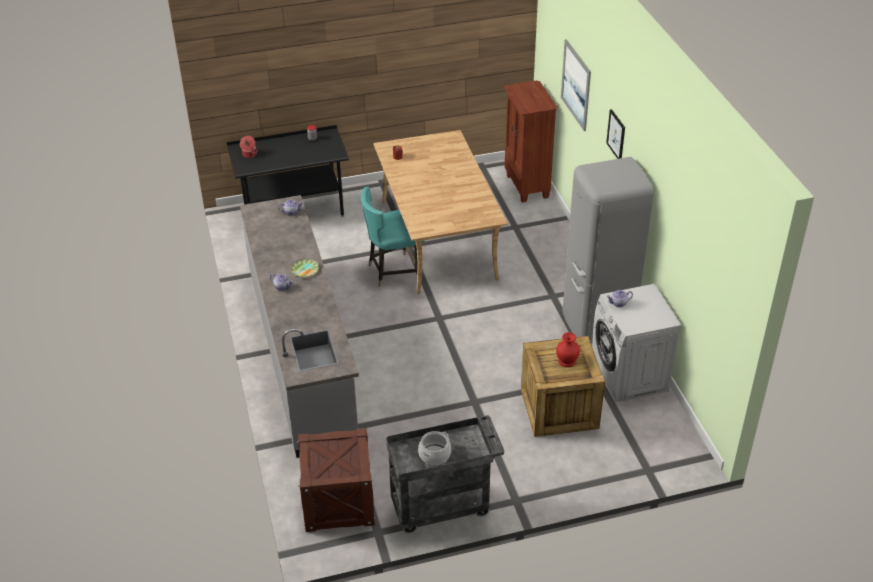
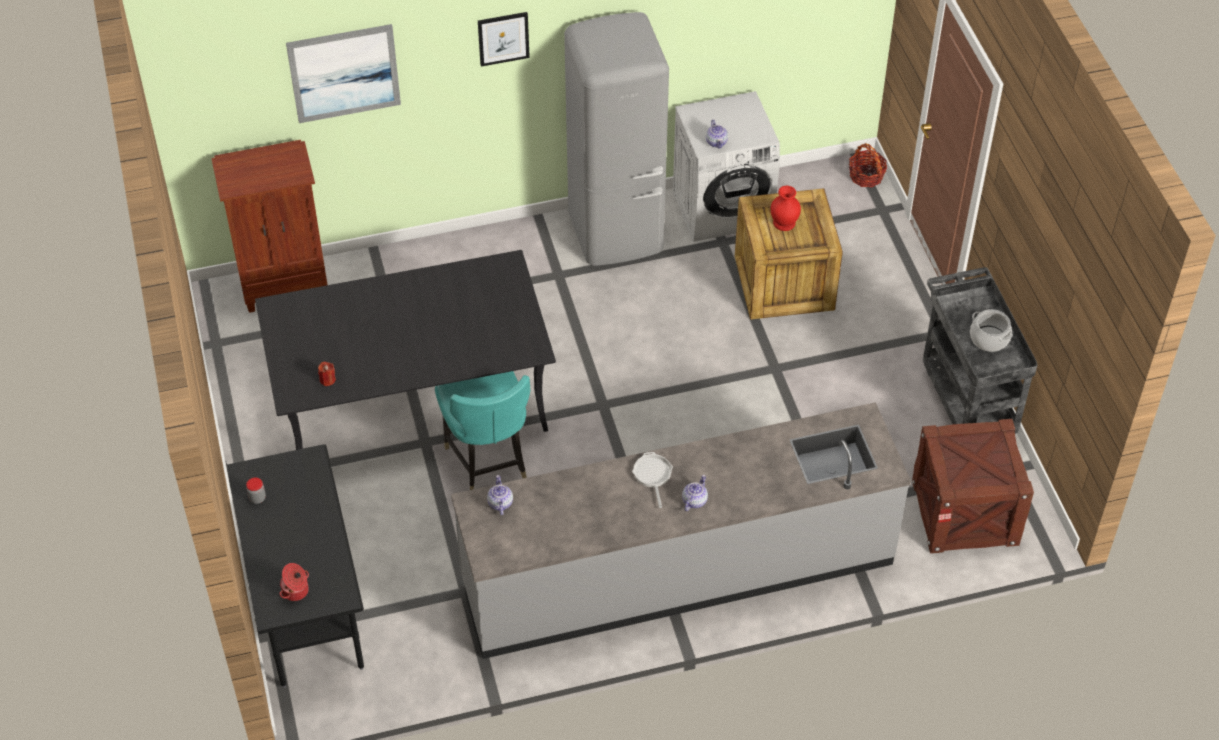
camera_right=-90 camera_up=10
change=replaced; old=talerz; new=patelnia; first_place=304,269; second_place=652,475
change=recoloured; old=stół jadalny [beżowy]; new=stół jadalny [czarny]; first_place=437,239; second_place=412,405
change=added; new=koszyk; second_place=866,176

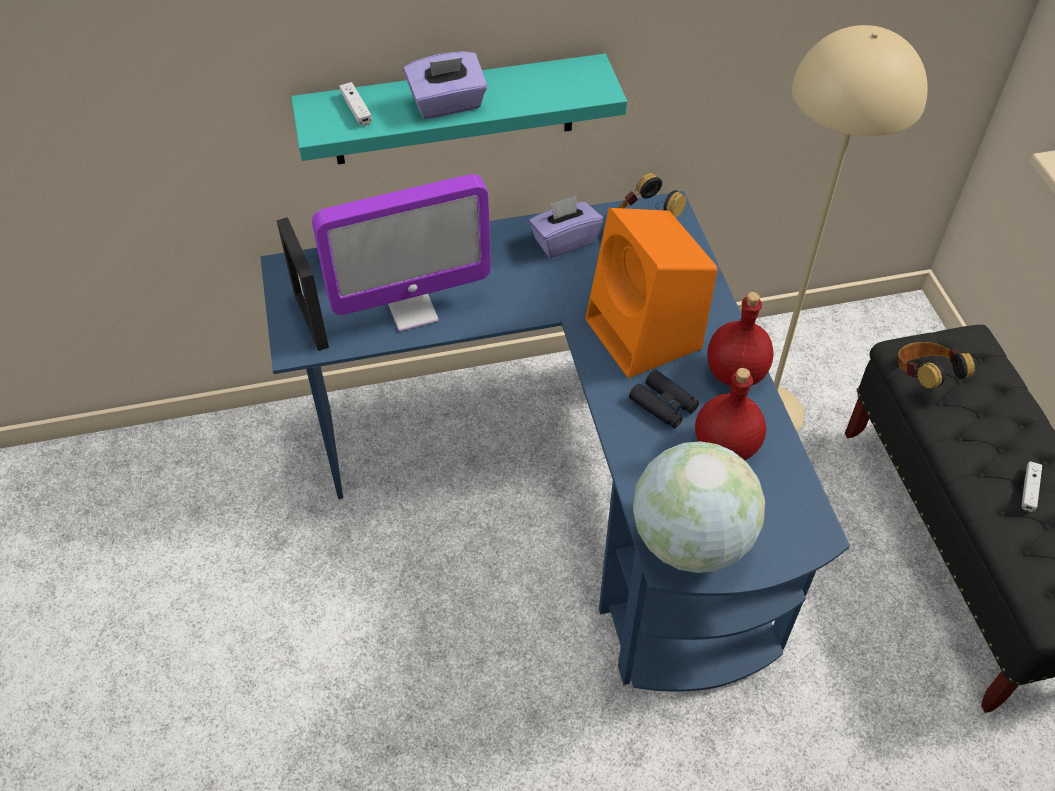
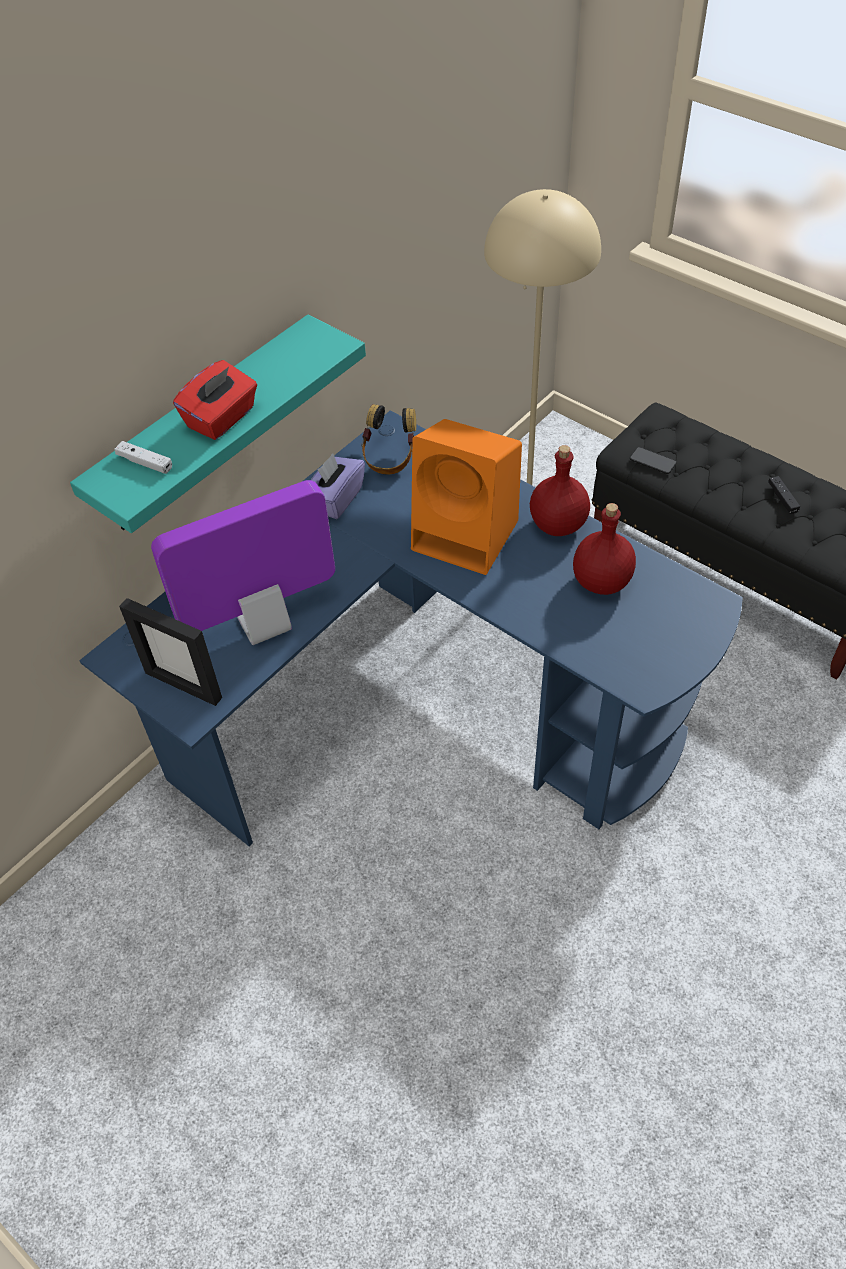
camera_right=-35 camera_up=0
change=turned; old=monitor; first_place=412,310; second_place=264,625; degrees=-150
change=recoloured; old=pudełko chusteczek [fioletowy]; new=pudełko chusteczek [czerwony]; first_place=447,105; second_place=222,418
change=removed; old=lornetka [czarny]; first_place=663,405
change=removed; old=globus; first_place=691,540
change=replaced; old=słuchawki; new=telefon; first_place=924,377; second_place=652,461
change=recoloured; old=pad do gier [biały]; new=pad do gier [czarny]; first_place=1029,490; second_place=782,498

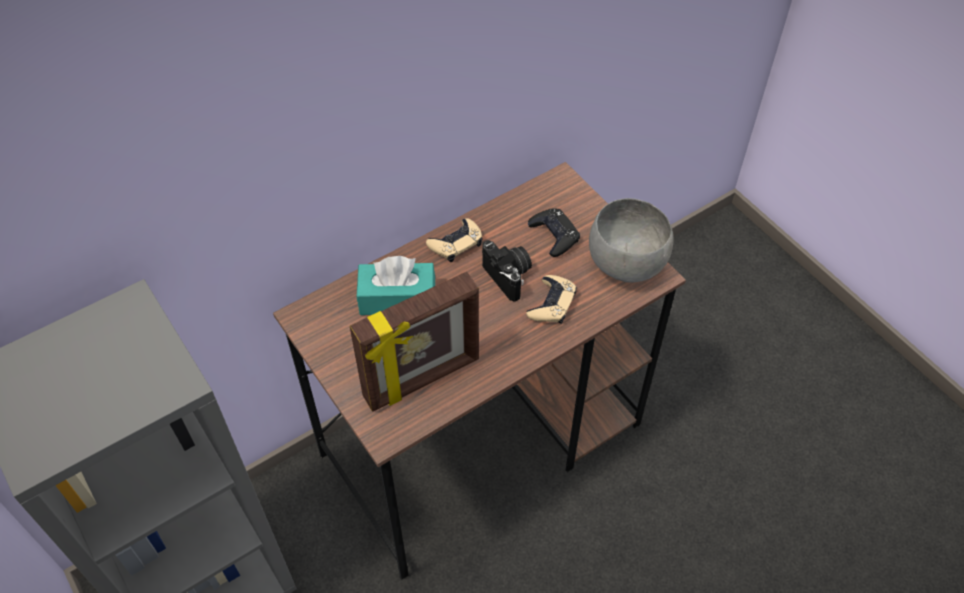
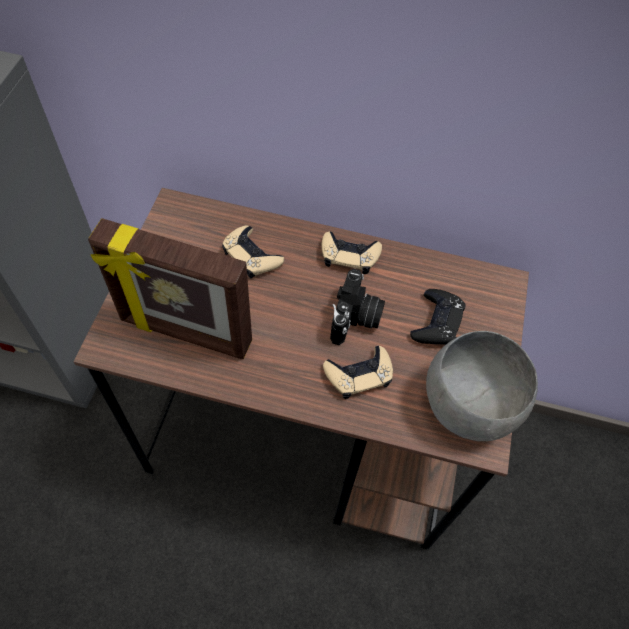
camera_right=45 camera_up=5
change=replaced; old=pudełko chusteczek [turkusowy]; new=pad do gier [beżowy]; first_place=397,298; second_place=251,256

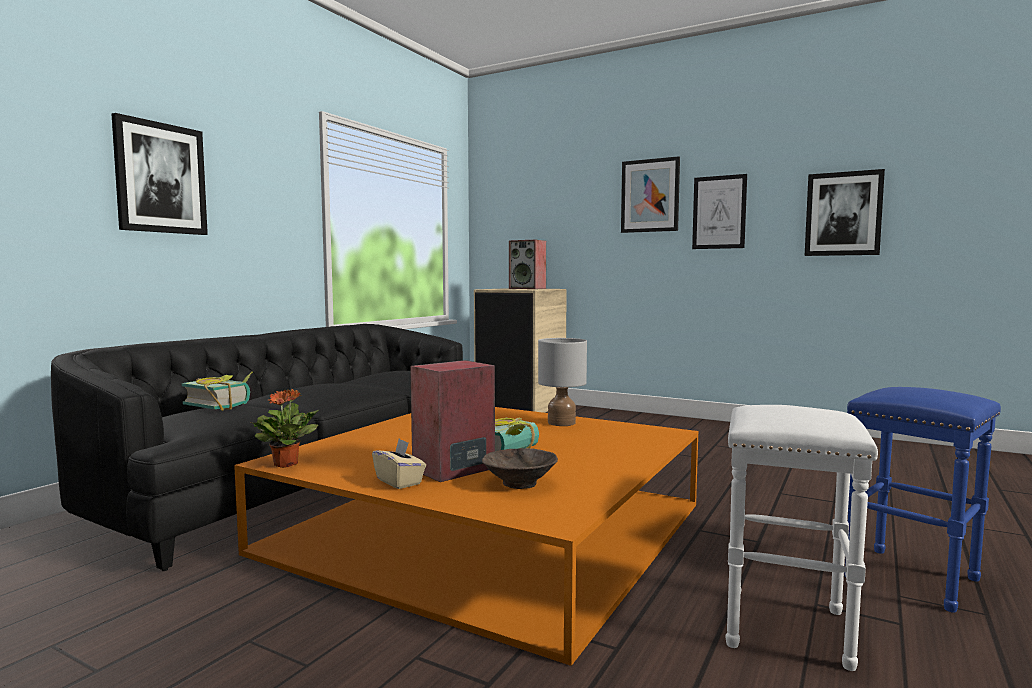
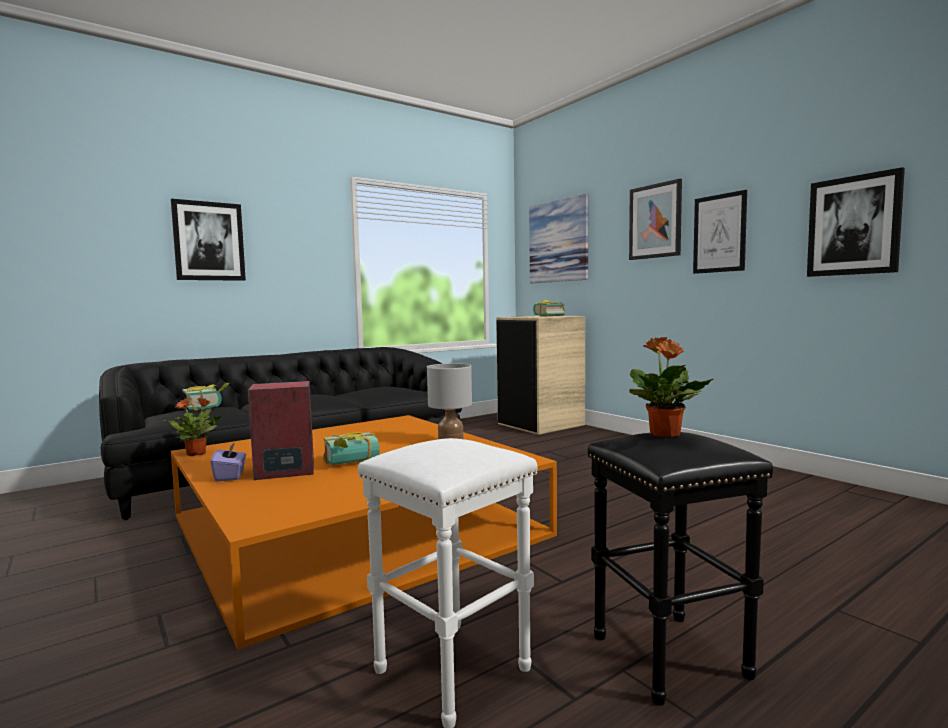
camera_right=25 camera_up=0
change=recoloured; old=pudełko chusteczek [beżowy]; new=pudełko chusteczek [fioletowy]; first_place=399,481; second_place=230,476
change=removed; old=miska [brązowy]; first_place=521,483
change=replaced; old=głośnik; new=książka; first_place=528,288; second_place=547,316
change=recoloured; old=stołek [niebieski]; new=stołek [czarny]; first_place=908,578; second_place=665,654
change=added; new=obraz; second_place=558,241
change=added; new=roślina doniczkowa; second_place=665,434

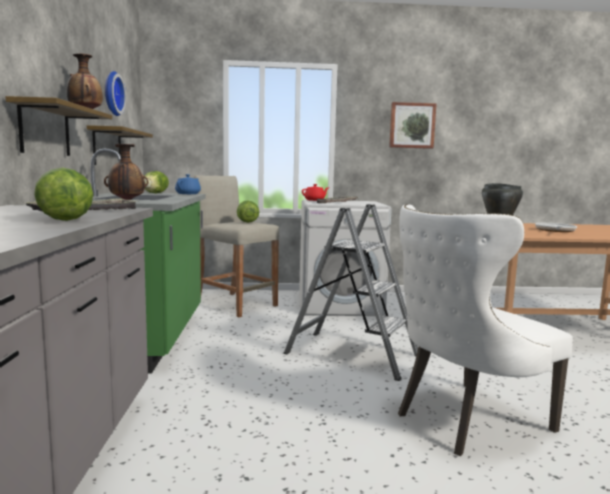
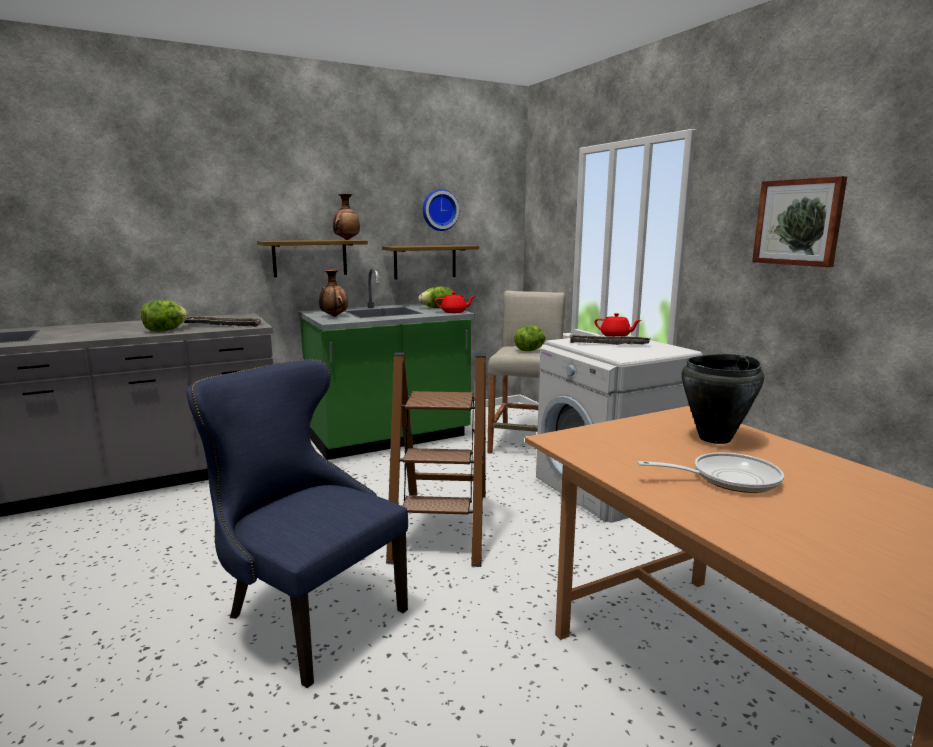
camera_right=65 camera_up=5
change=recoloured; old=imbryk [niebieski]; new=imbryk [czerwony]; first_place=188,194; second_place=454,312
change=recoloured; old=drabinka [szary]; new=drabinka [brązowy]; first_place=350,353; second_place=441,524
change=recoloured; old=krzesło [biały]; new=krzesło [niebieski]; first_place=465,420; second_place=308,615

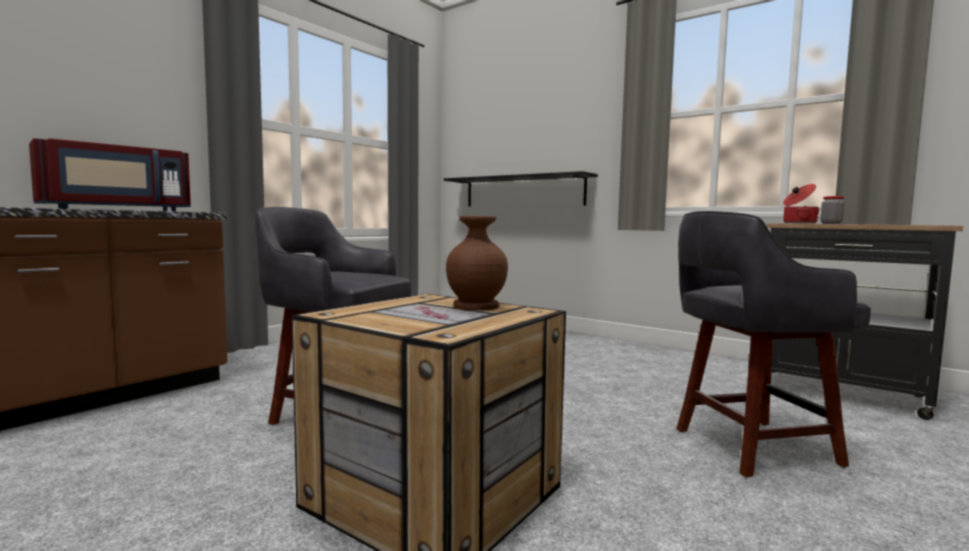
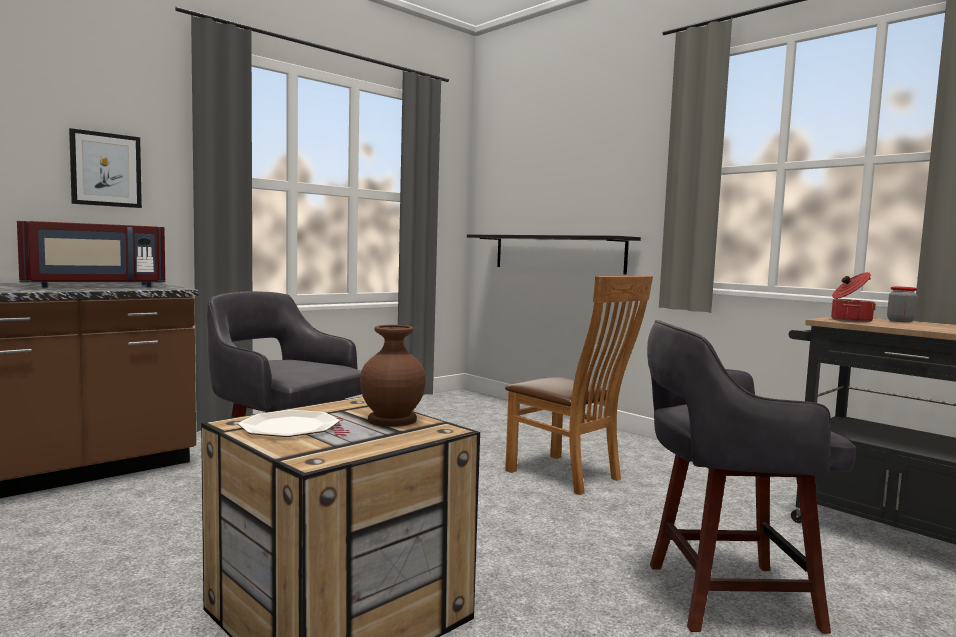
camera_right=10 camera_up=0
change=added; new=obraz; second_place=106,169
change=added; new=talerz; second_place=290,426
change=added; new=krzesło [brązowy]; second_place=569,476

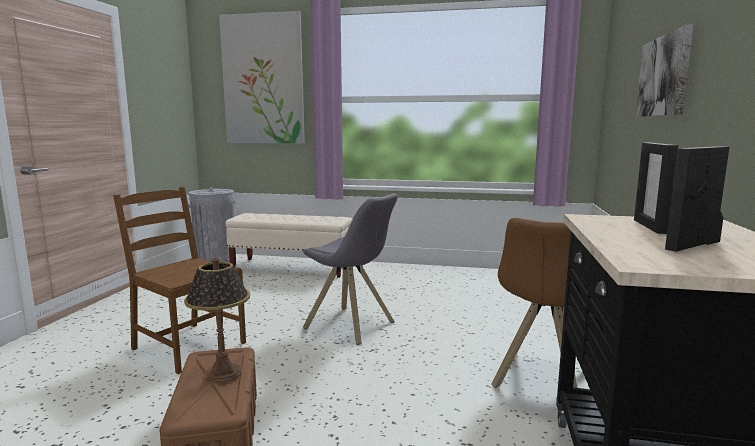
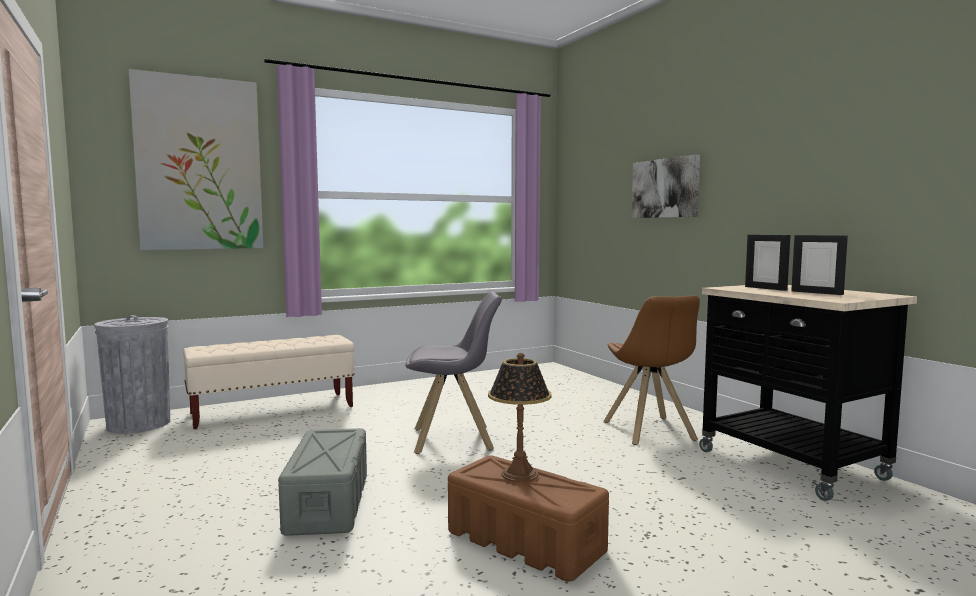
camera_right=-40 camera_up=-5
change=replaced; old=krzesło [brązowy]; new=pojemnik do przechowywania [szary]; first_place=187,346; second_place=328,502
change=turned; old=ramka na zdjęcie; first_place=693,245; second_place=817,292; degrees=-60

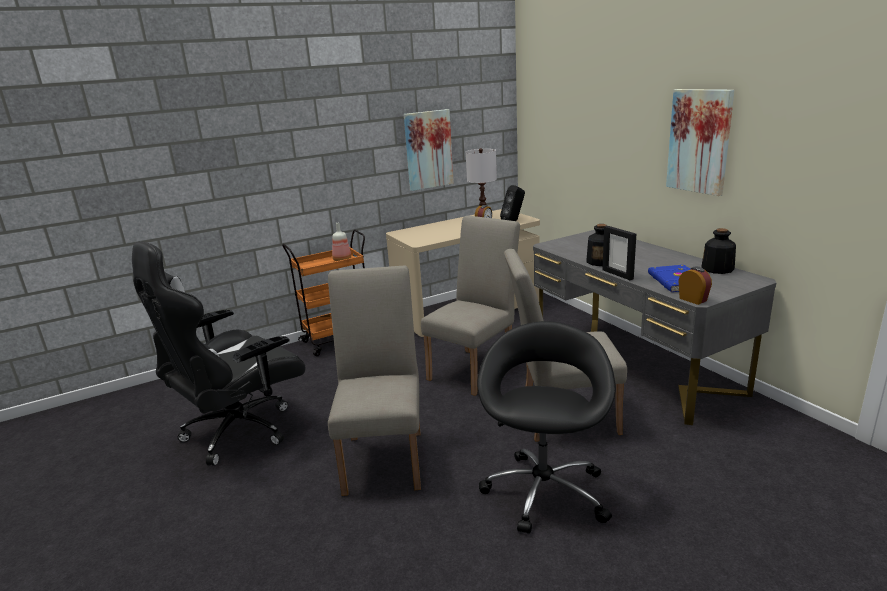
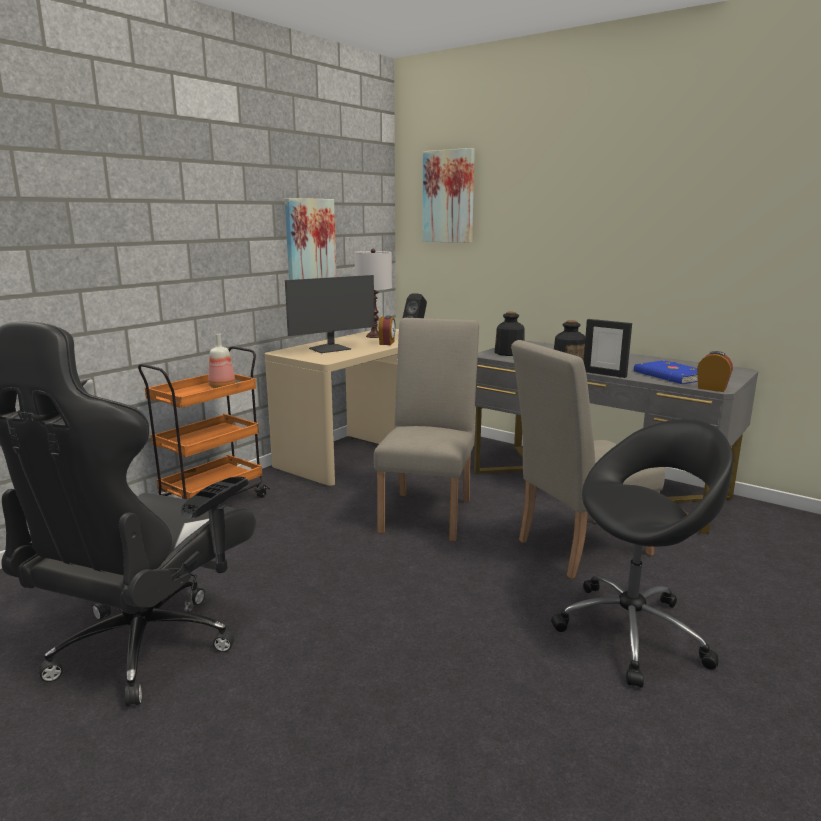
camera_right=-25 camera_up=-5
change=removed; old=krzesło [beżowy]; first_place=385,456
change=turned; old=krzesło biurowe [czarny]; first_place=545,491; second_place=634,631; degrees=90
change=moved; old=obraz; first_place=699,141; second_place=448,196
change=moved; old=butelka; first_place=717,269; second_place=509,353
change=added; new=monitor; second_place=330,349

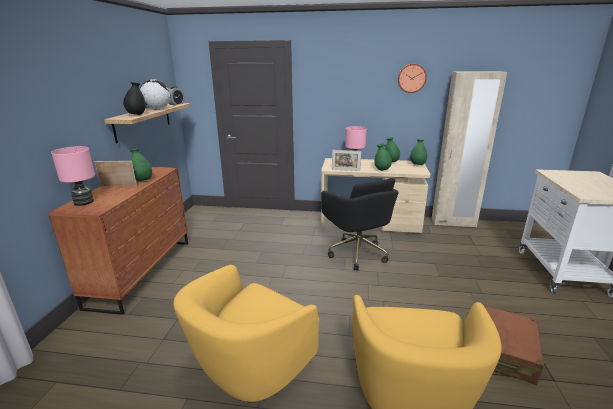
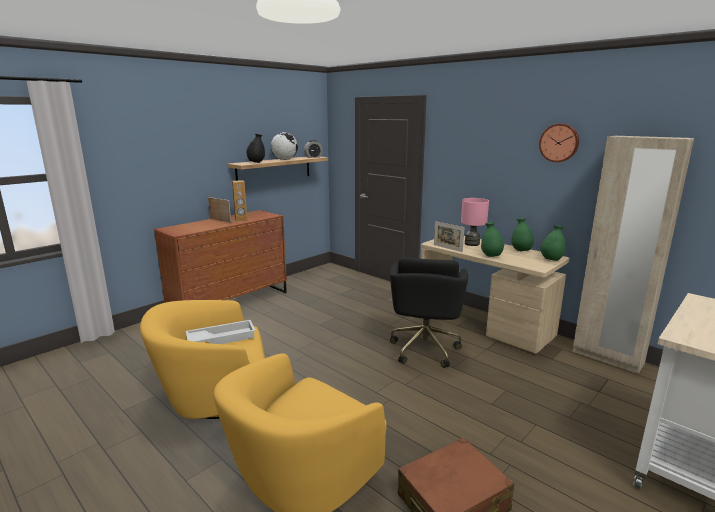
camera_right=35 camera_up=-5
change=removed; old=lampa stołowa [różowy]; first_place=83,202
change=replaced; old=wazon [zielony]; new=głośnik [brązowy]; first_place=142,180; second_place=241,220
change=added; new=taca [biały]; second_place=222,337

